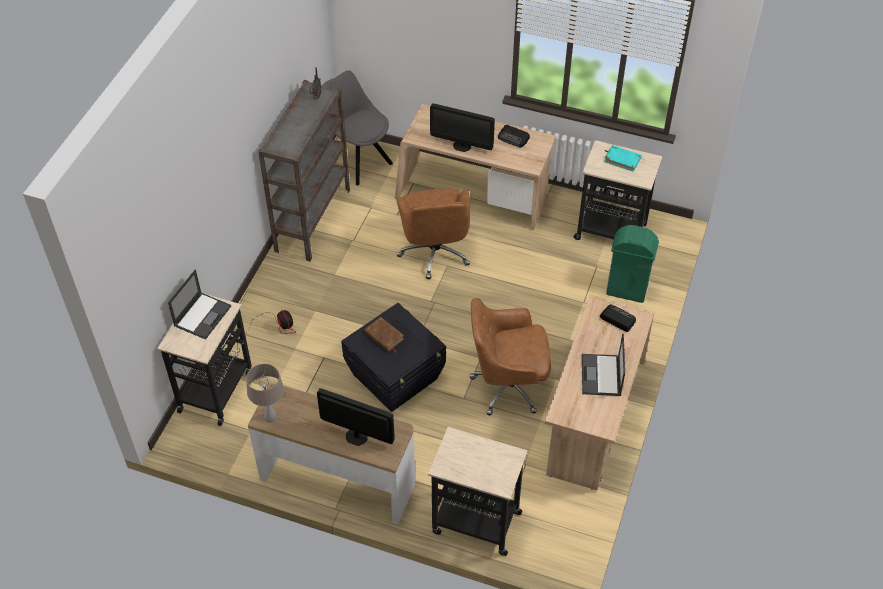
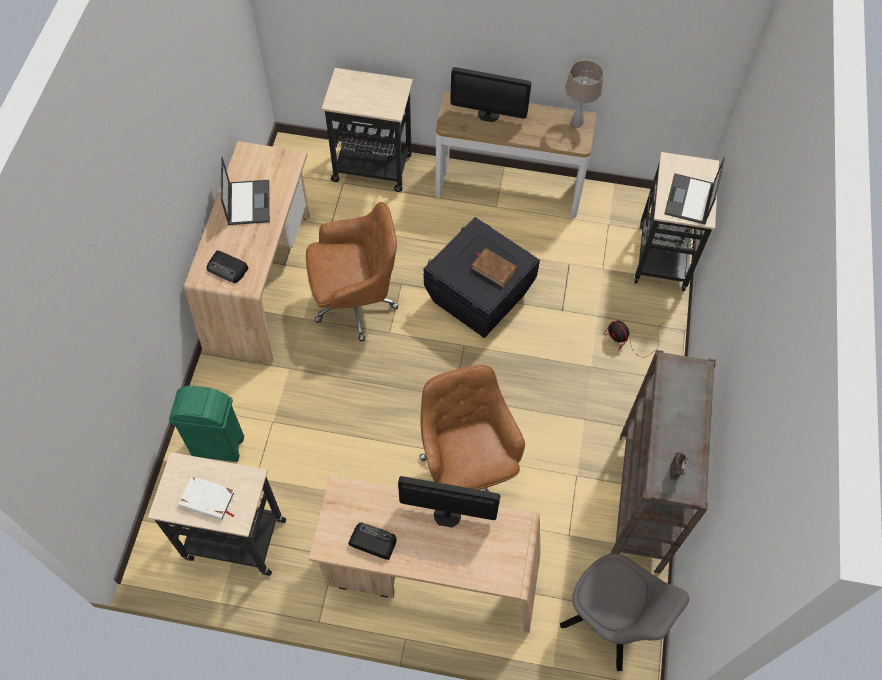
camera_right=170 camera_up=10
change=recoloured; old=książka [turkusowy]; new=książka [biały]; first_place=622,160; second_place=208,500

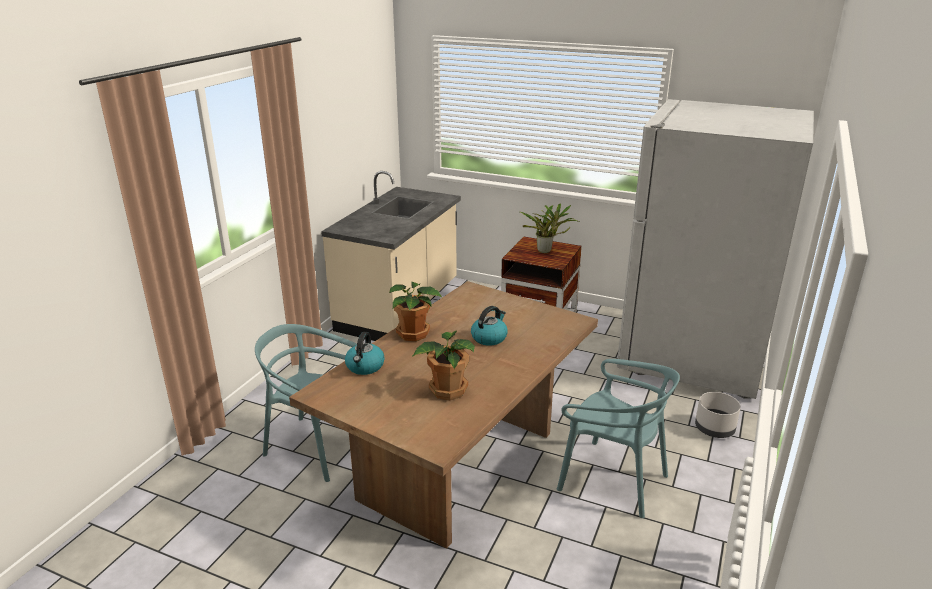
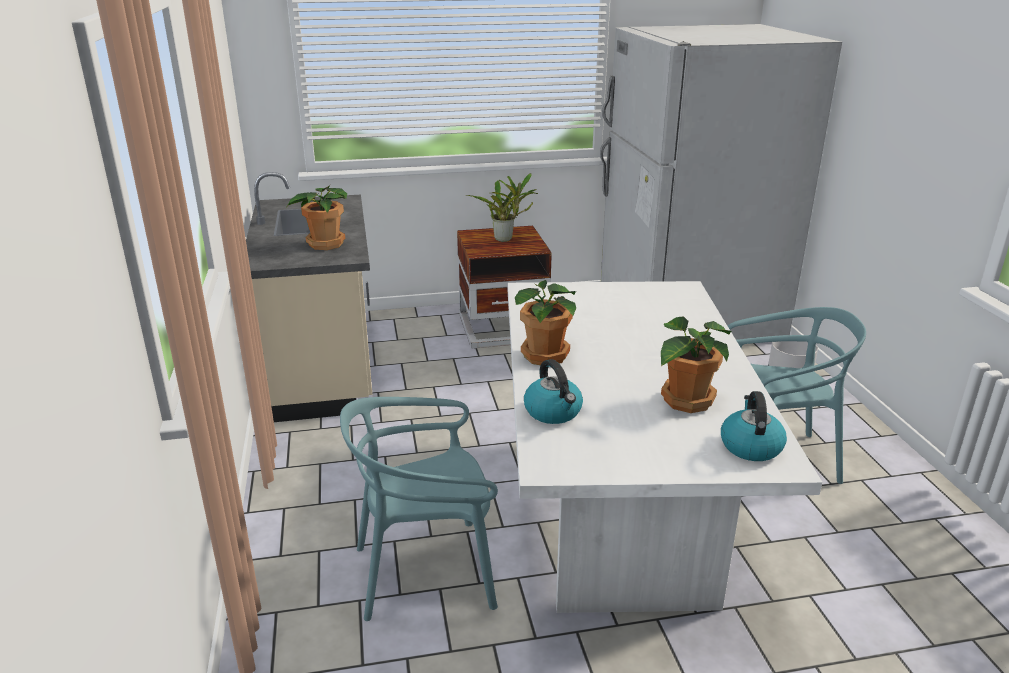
camera_right=-35 camera_up=0
change=recoloured; old=stół jadalny [brązowy]; new=stół jadalny [biały]; first_place=458,466; second_place=619,515
change=moved; old=czajnik; first_place=489,337; second_place=750,446
change=added; new=roślina doniczkowa; second_place=324,244

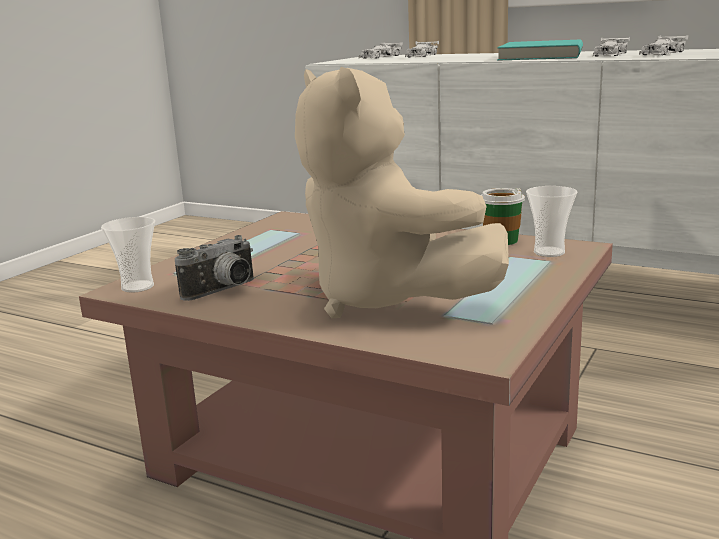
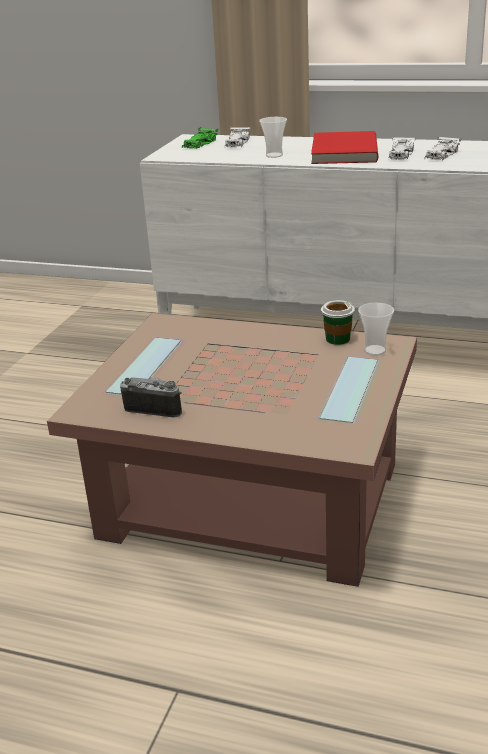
camera_right=-10 camera_up=10
change=moved; old=filiżanka; first_place=137,287; second_place=274,155
change=turned; old=aparat fotograficzny; first_place=224,291; second_place=155,407; degrees=-105
change=removed; old=pluszak [beżowy]; first_place=386,299
change=recoloured; old=samochodzik [biały]; new=samochodzik [zielony]; first_place=379,57; second_place=199,144
change=recoloured; old=książka [turkusowy]; new=książka [czerwony]; first_place=539,56; second_place=342,152

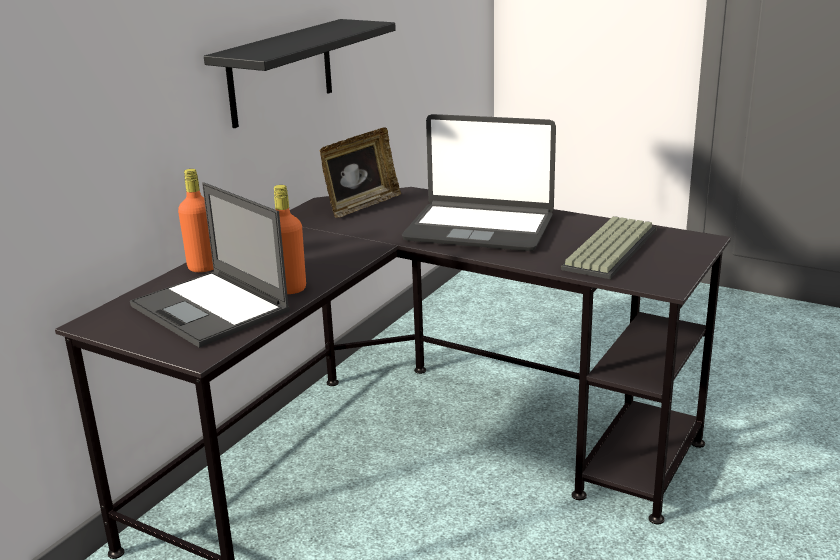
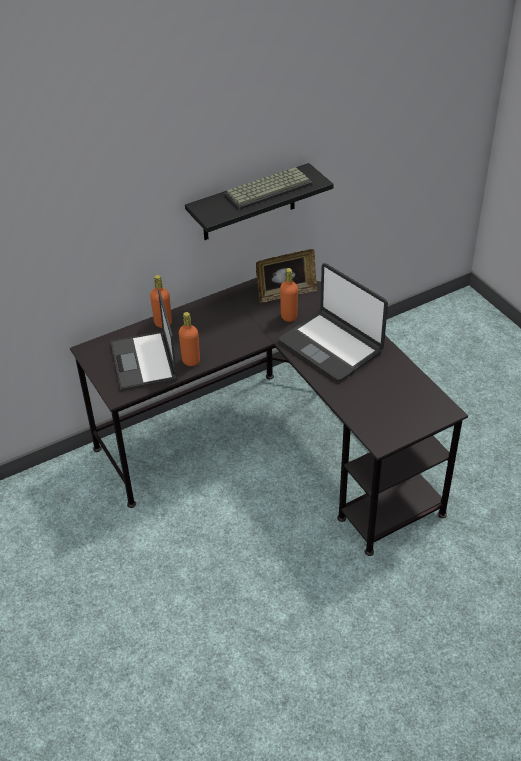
camera_right=30 camera_up=20
change=moved; old=klawiatura; first_place=608,248; second_place=268,188
change=added; new=butelka [pomarańczowy]; second_place=289,316

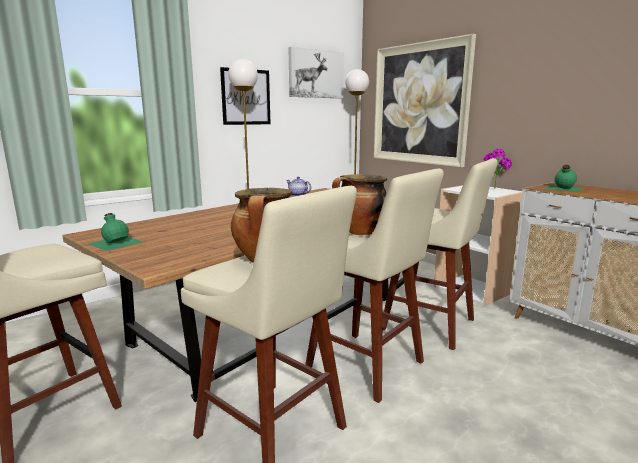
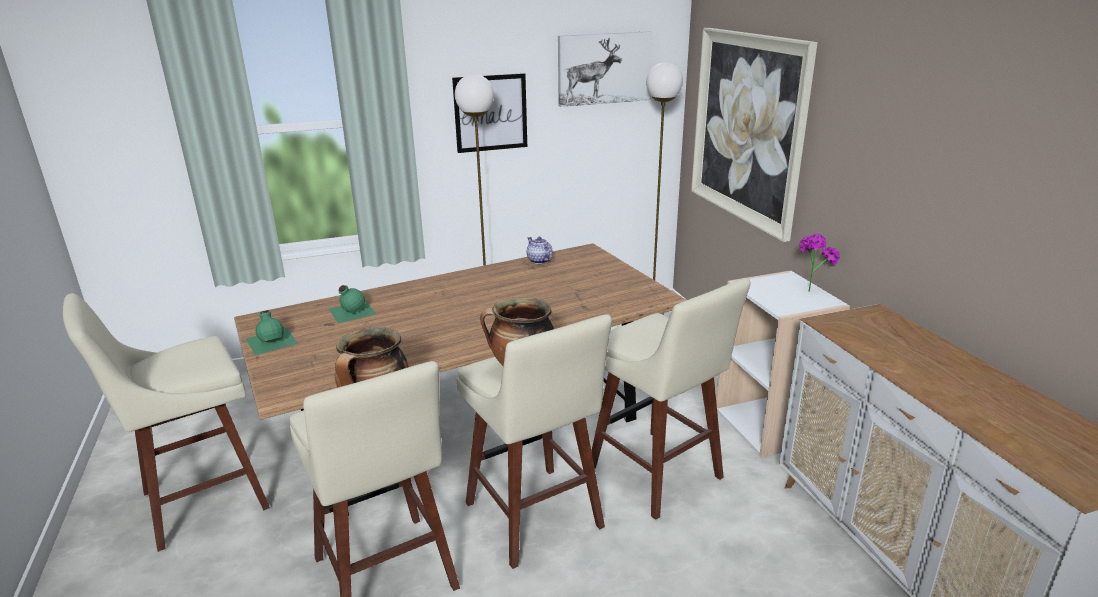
camera_right=20 camera_up=10
change=moved; old=butelka [zielony]; first_place=563,188; second_place=351,311

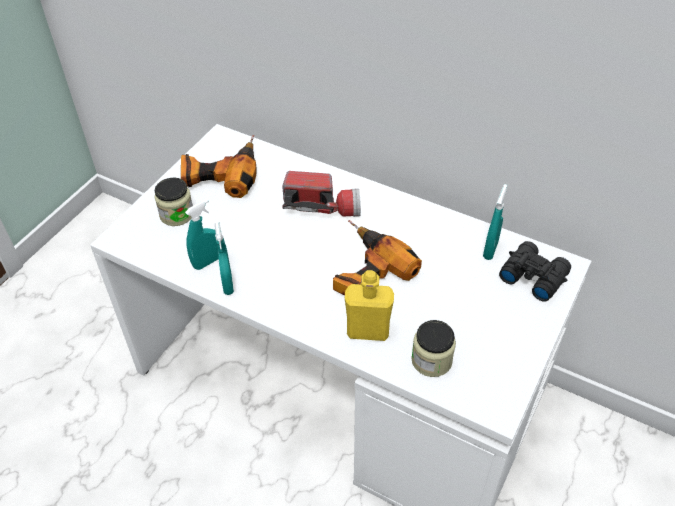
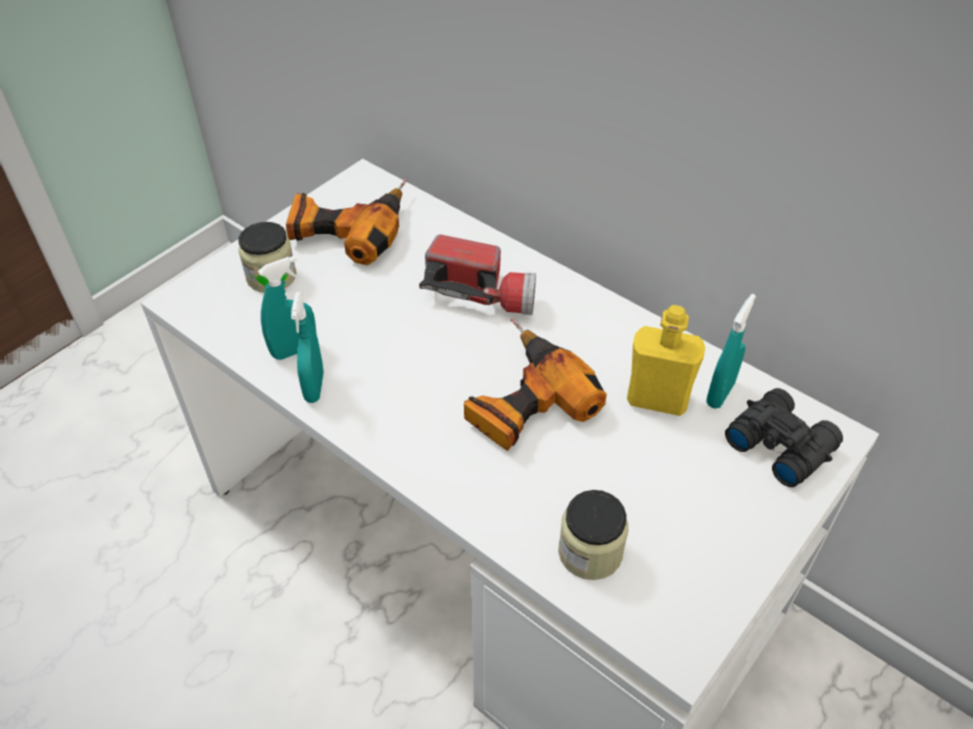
camera_right=10 camera_up=0
change=moved; old=butelka [żółty]; first_place=368,330; second_place=657,399

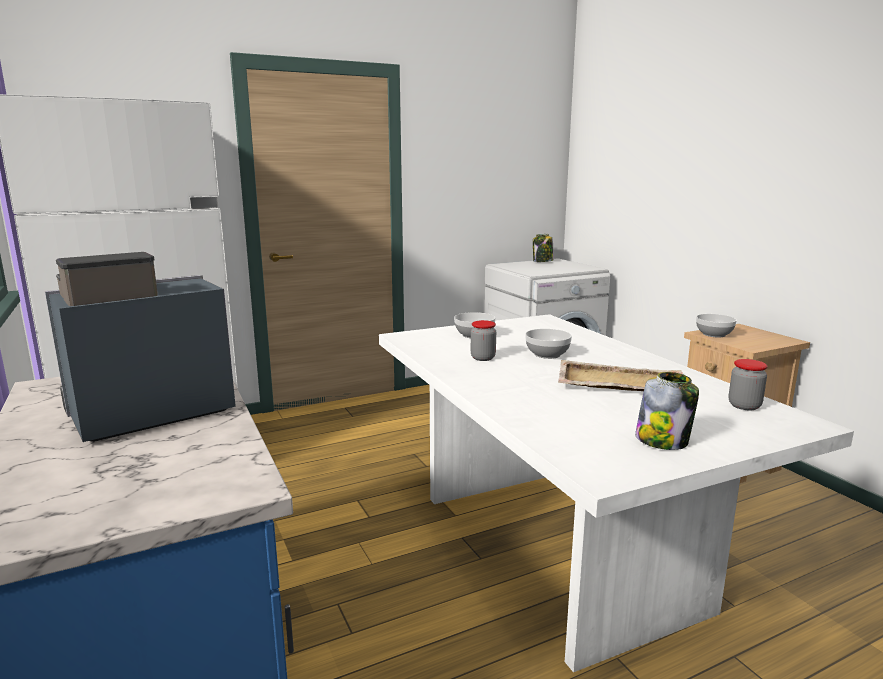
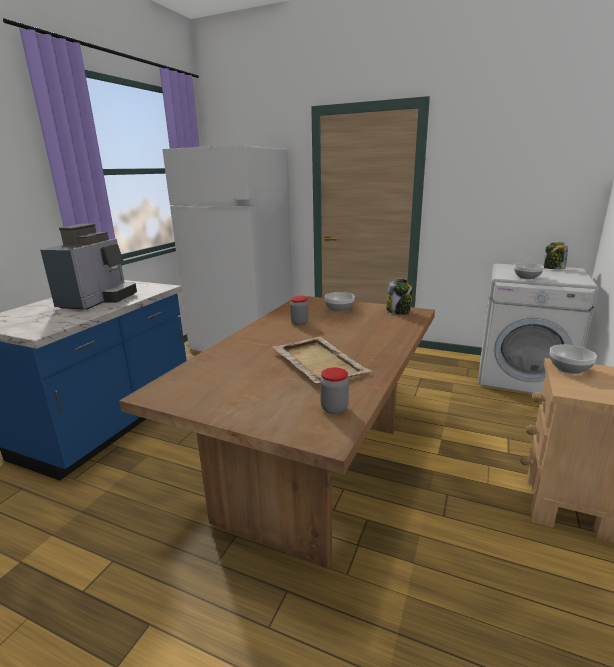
camera_right=50 camera_up=5
change=turned; old=ekspres do kawy; first_place=145,414; second_place=98,300; degrees=90
change=recoloured; old=stół jadalny [biały]; new=stół jadalny [brązowy]; first_place=552,548; second_place=314,469
change=moved; old=miska; first_place=547,354; second_place=526,277
change=moved; old=słoik; first_place=663,440; second_place=398,311

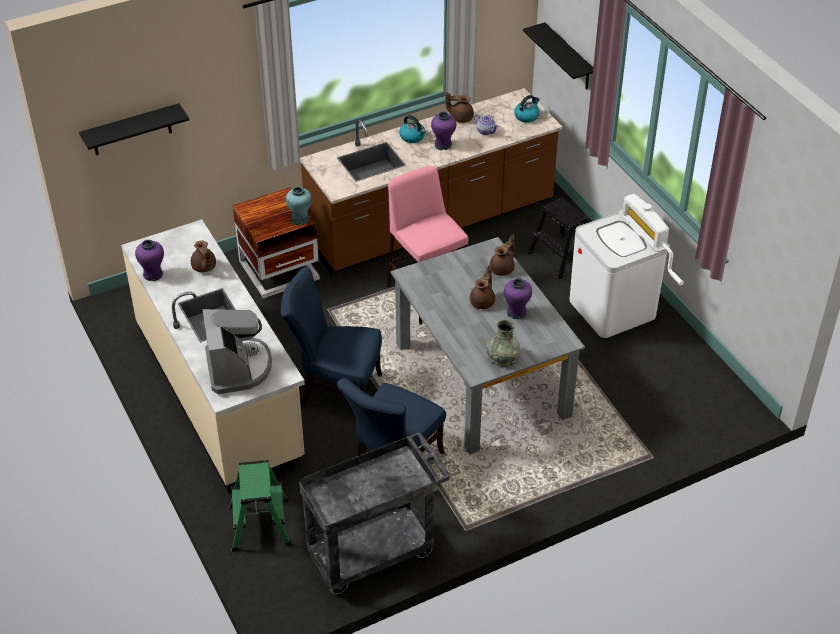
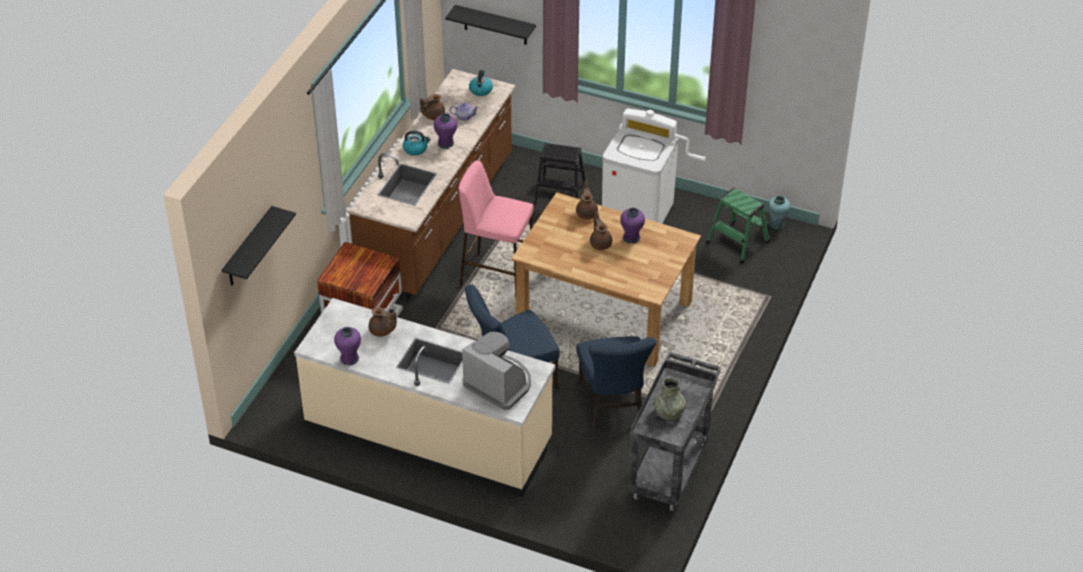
camera_right=-40 camera_up=0
change=moved; old=drabinka [zielony]; first_place=260,525; second_place=737,242
change=moved; old=wazon [turkusowy]; first_place=300,219; second_place=776,224
change=recoloured; old=stół jadalny [szary]; new=stół jadalny [brązowy]; first_place=483,380; second_place=605,311
change=moved; old=wazon [szary]; first_place=502,357; second_place=669,411

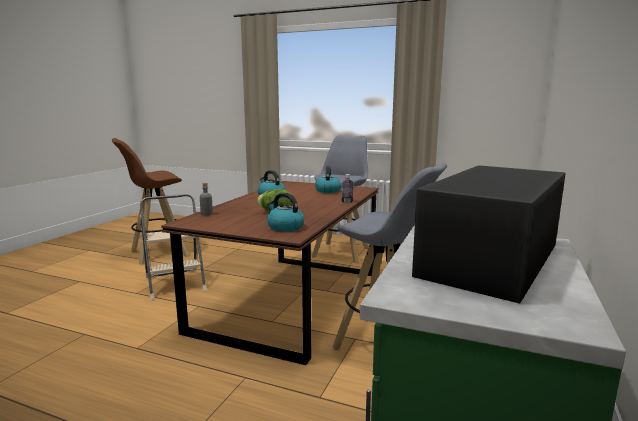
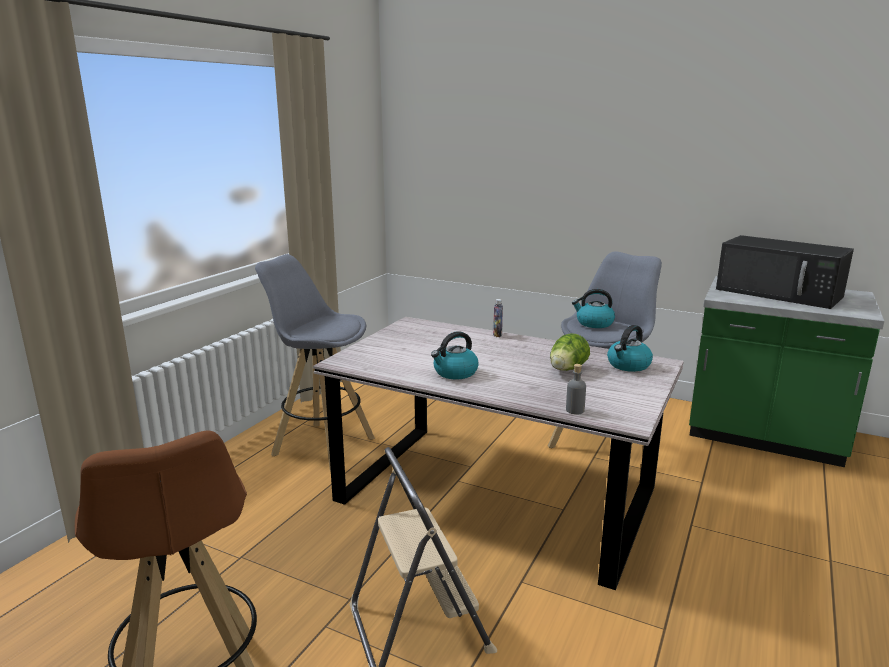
camera_right=-85 camera_up=5
change=recoloured; old=stół jadalny [brązowy]; new=stół jadalny [szary]; first_place=289,298; second_place=495,495
change=moved; old=czajnik; first_place=328,191; second_place=594,323

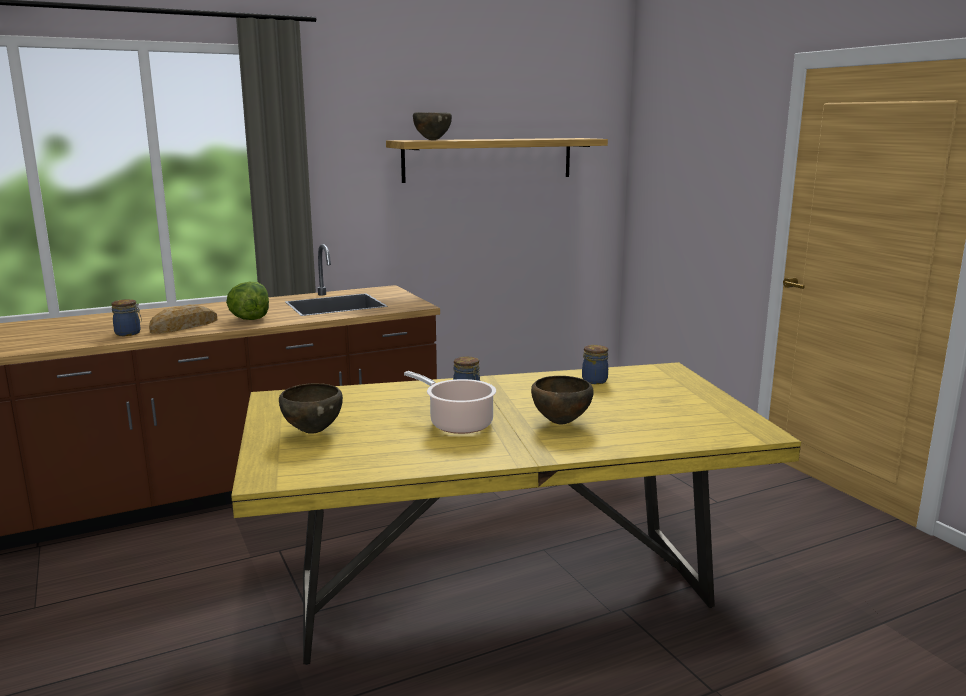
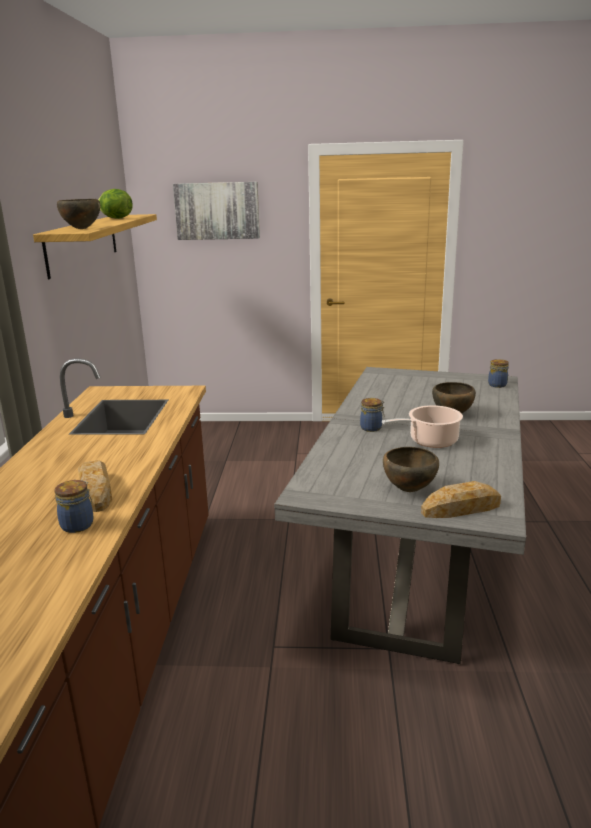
camera_right=-60 camera_up=5
change=moved; old=sałata; first_place=250,319; second_place=116,218
change=recoloured; old=stół jadalny [żółty]; new=stół jadalny [szary]; first_place=500,593; second_place=416,556
change=moved; old=słoik; first_place=595,380; second_place=496,384
change=added; new=obraz; second_place=217,211
change=added; new=chleb; second_place=461,508

